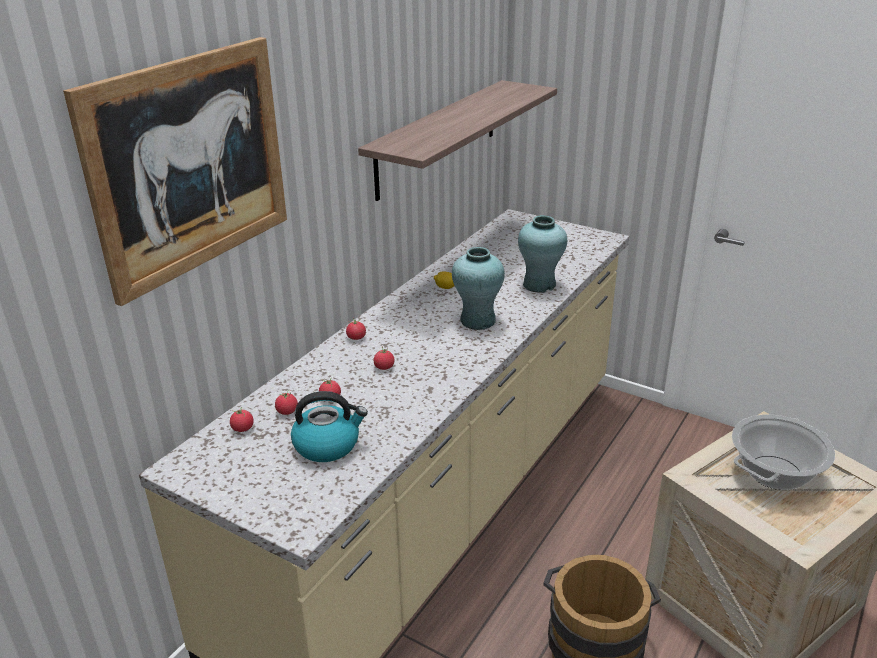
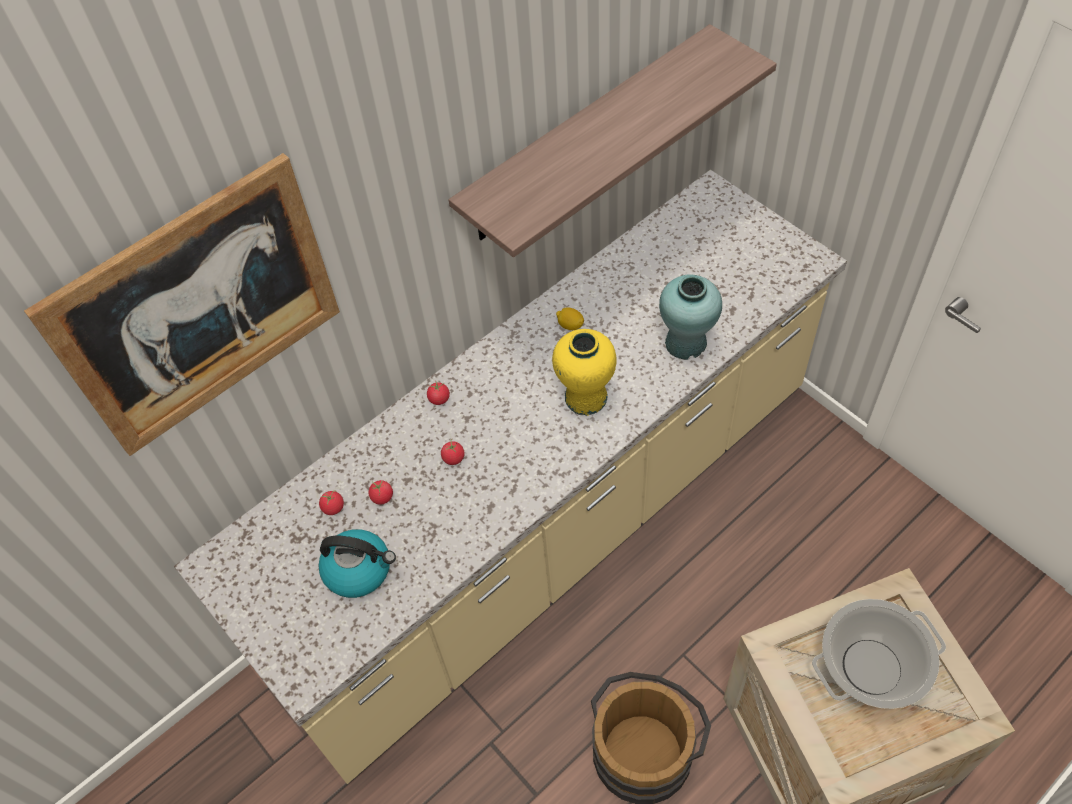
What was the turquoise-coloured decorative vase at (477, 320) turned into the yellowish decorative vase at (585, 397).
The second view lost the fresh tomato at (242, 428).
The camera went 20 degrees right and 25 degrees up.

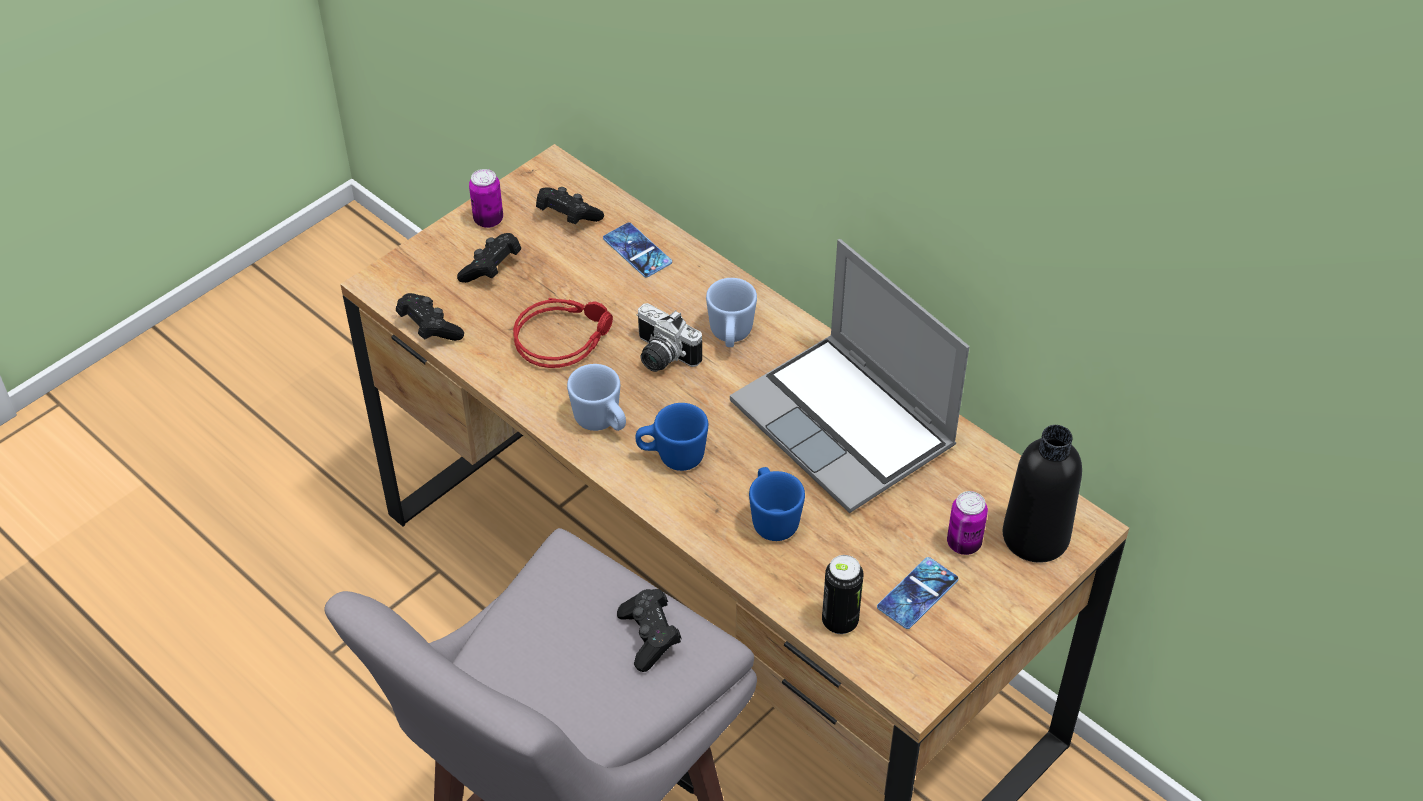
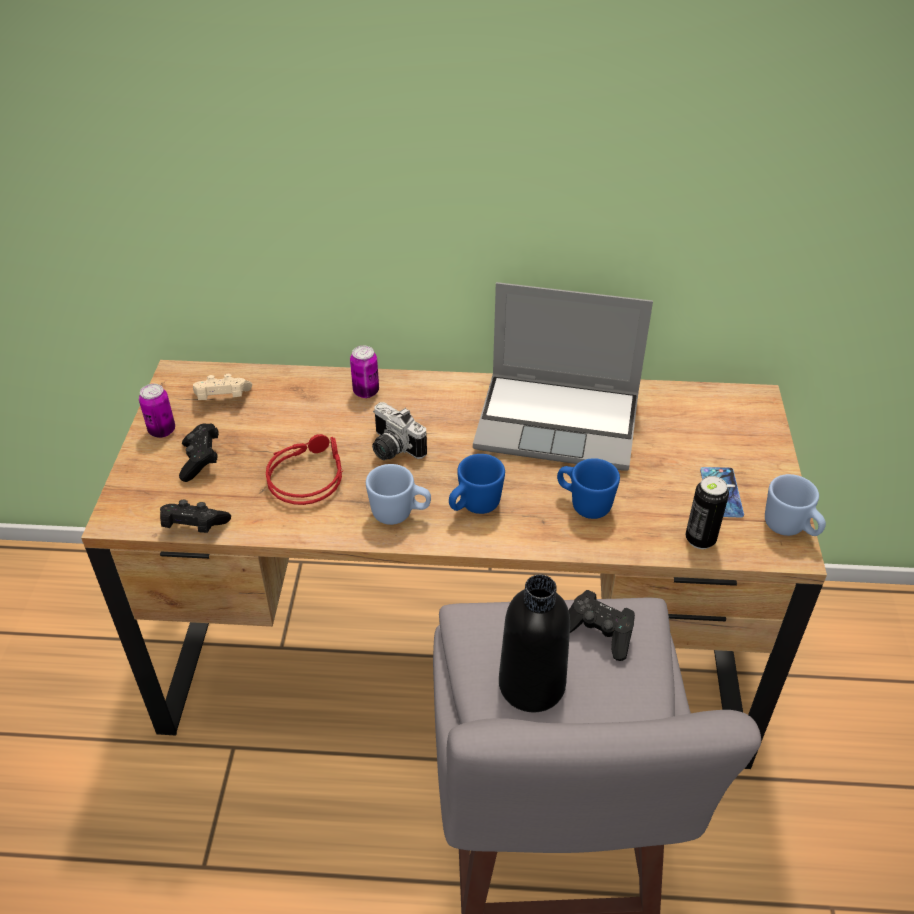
What was the black game controller at (567, 216) turned into the beige game controller at (222, 398).
The second view lost the phone at (637, 250).
The bluish mug ended up elsewhere, having gone from (730, 336) to (790, 529).
The photo camera at (661, 356) ended up facing another way, 45 degrees clockwise from before.
The black beverage bottle ended up elsewhere, having gone from (1035, 537) to (531, 685).
The sealed can ended up elsewhere, having gone from (963, 543) to (366, 391).
The camera went 40 degrees left and 5 degrees down.

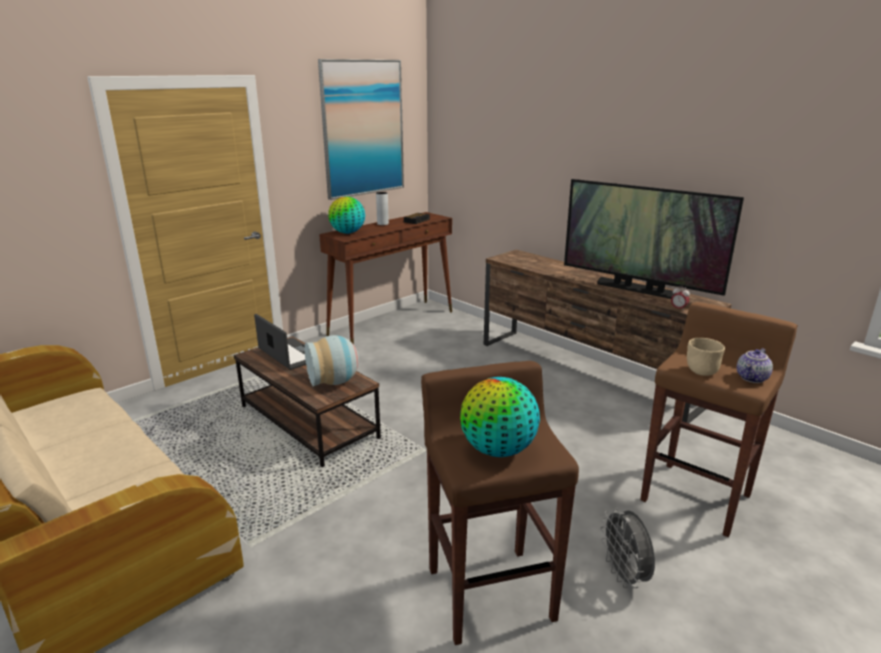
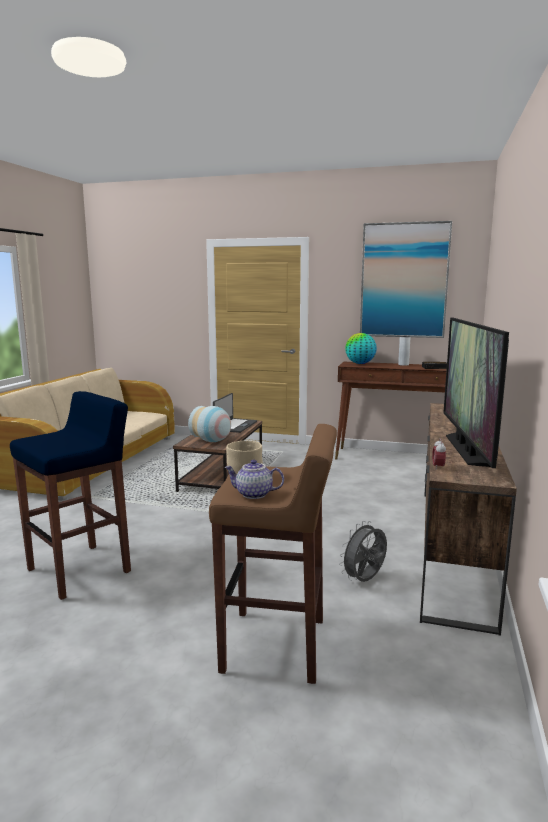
What was the brown stool seat at (490, 592) turned into the bluish stool seat at (81, 570).
The second view lost the world globe at (498, 450).
The grey electric fan ended up elsewhere, having gone from (625, 576) to (364, 581).
The camera went 60 degrees right and 10 degrees down.

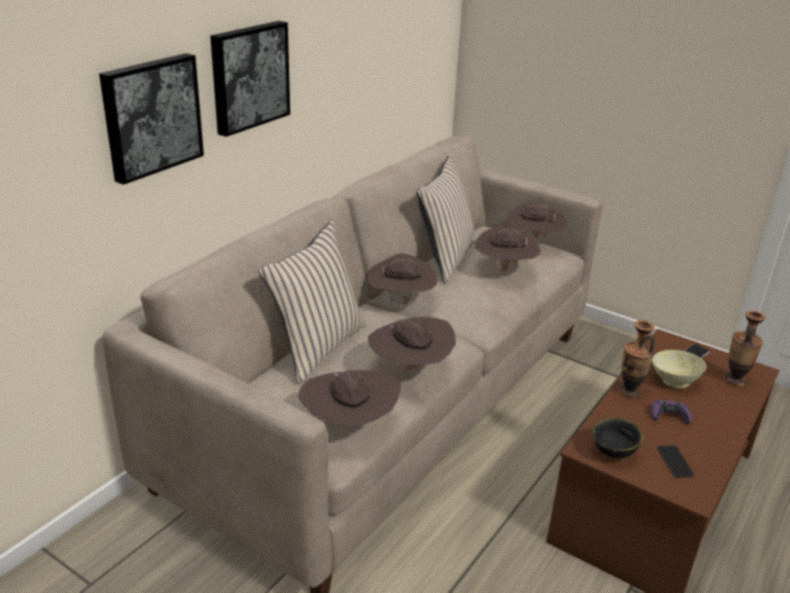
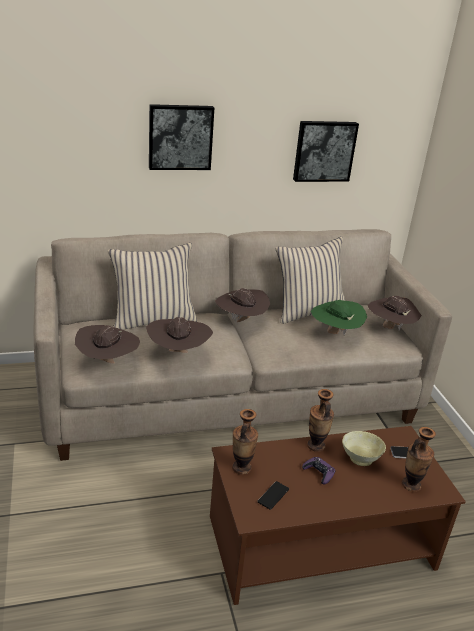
The picture ended up elsewhere, having gone from (151, 116) to (324, 151).
What was the brown clothing hat at (504, 270) turned into the green clothing hat at (335, 333).
Where the black bowl stood at (614, 454), the decorative vase came to stand at (241, 467).
The camera went 40 degrees right and 0 degrees up.

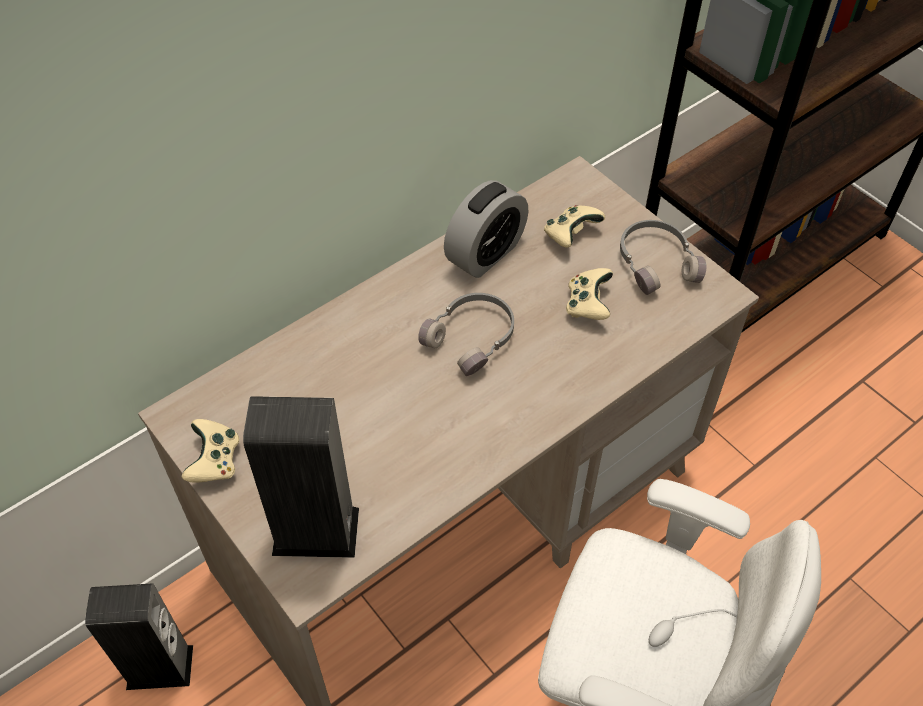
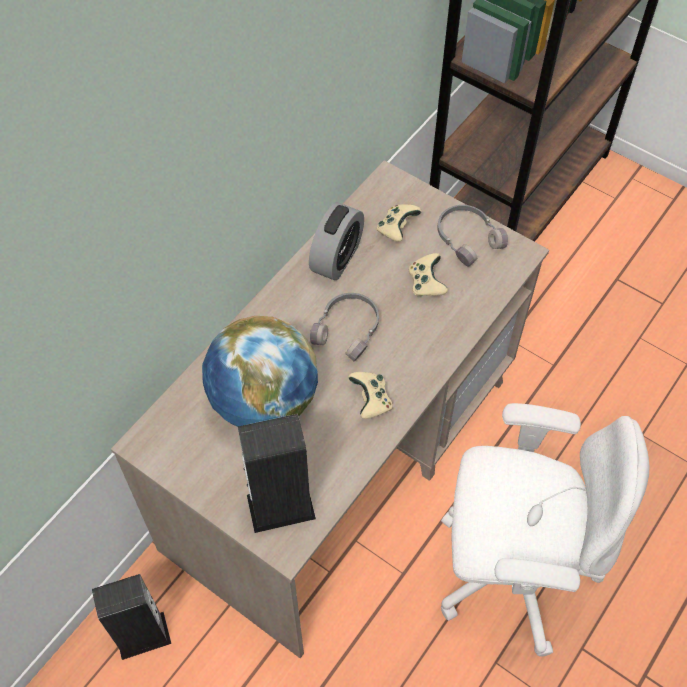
The beige game controller ended up elsewhere, having gone from (215, 462) to (371, 401).
The second view gained the world globe at (263, 402).
The camera went 15 degrees left and 5 degrees up.

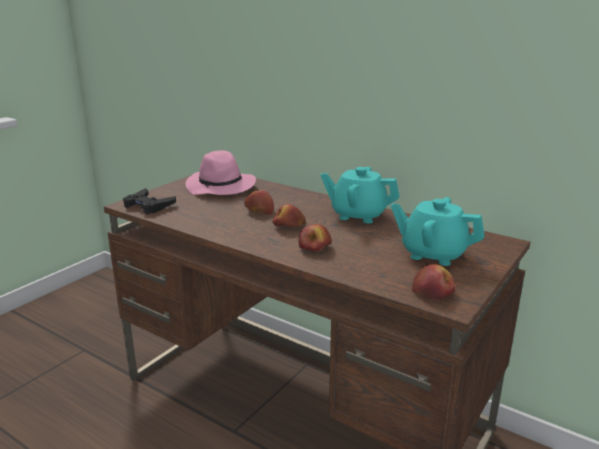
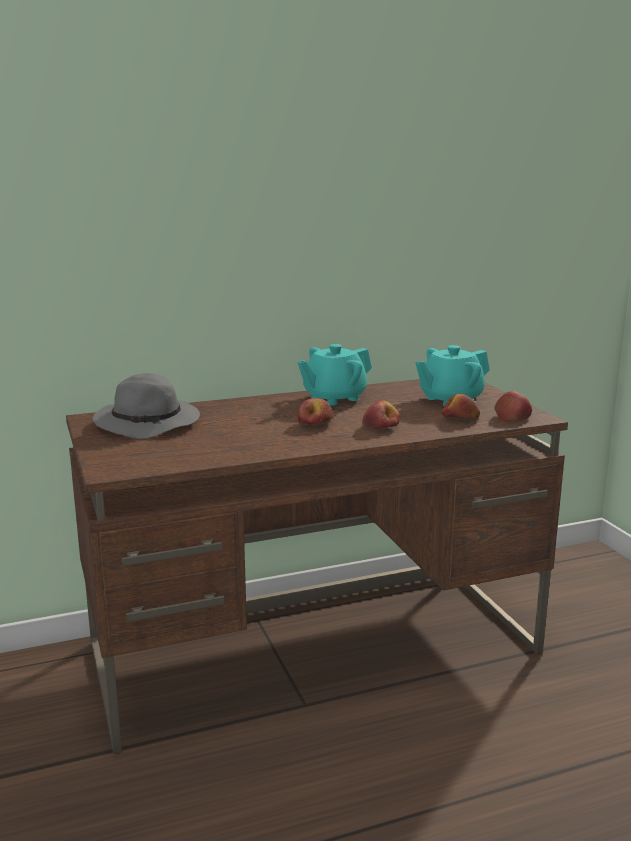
What was the pink clothing hat at (221, 187) turned into the grey clothing hat at (149, 424).
The second view lost the black game controller at (148, 206).
The apple ended up elsewhere, having gone from (259, 211) to (459, 419).
The camera went 55 degrees left and 5 degrees down.

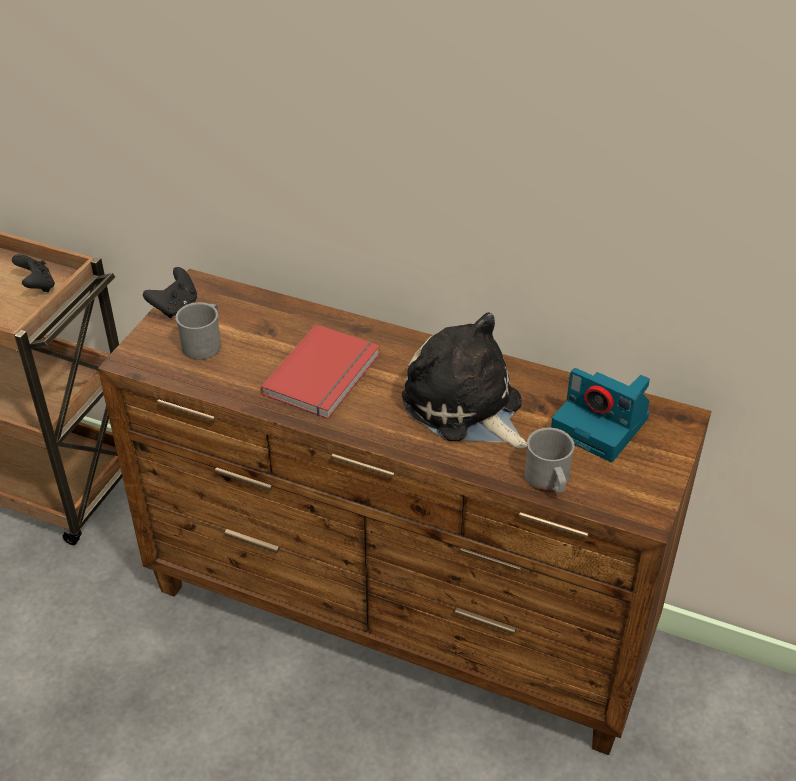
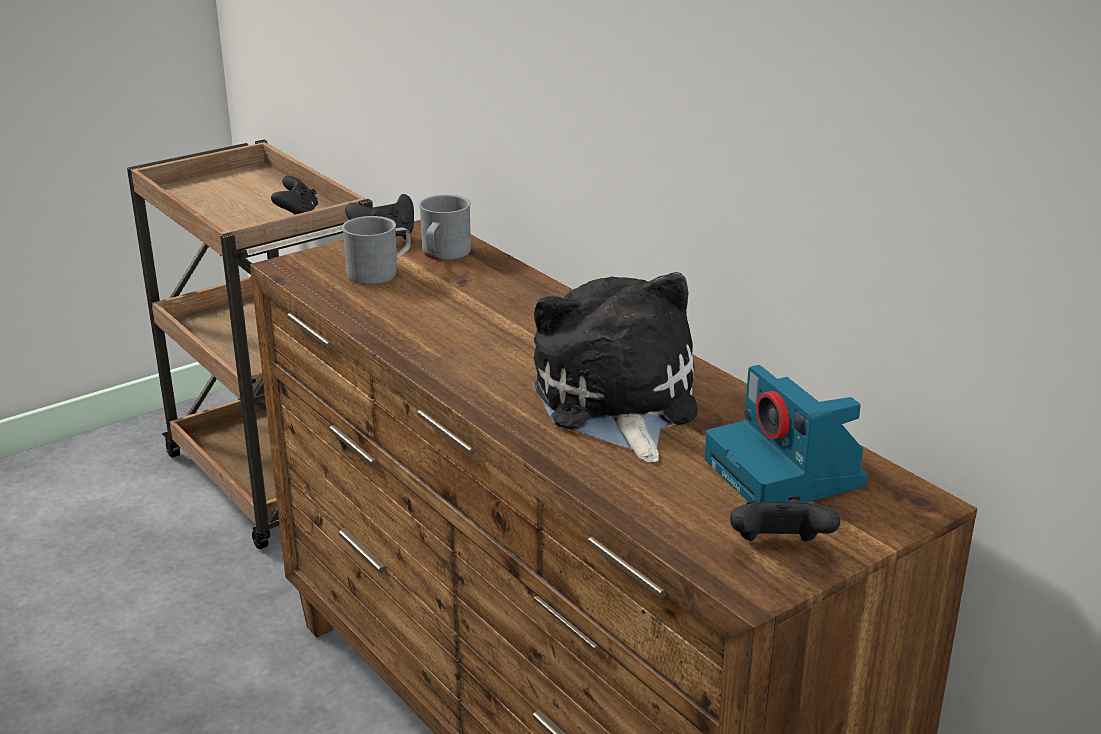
The second view lost the red book at (325, 375).
The grey mug ended up elsewhere, having gone from (549, 482) to (443, 254).
The second view gained the black game controller at (778, 548).
The camera went 30 degrees right and 15 degrees down.

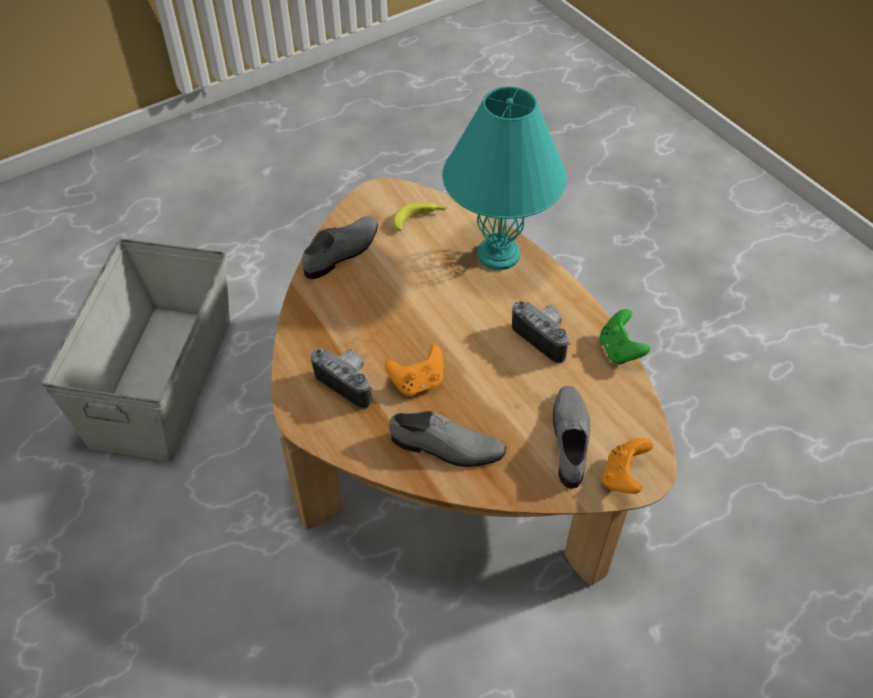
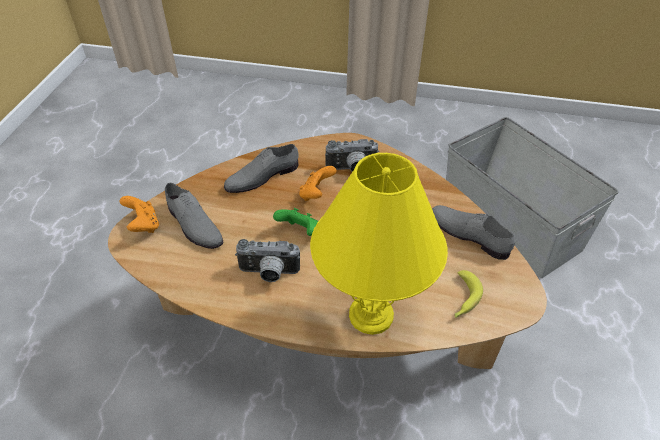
What was the turquoise-coloured table lamp at (499, 254) turned into the yellowish table lamp at (370, 316).
The grey low shoe at (343, 251) ended up facing another way, 135 degrees clockwise from before.
The green game controller ended up elsewhere, having gone from (619, 350) to (300, 232).
The camera went 135 degrees right and 5 degrees down.

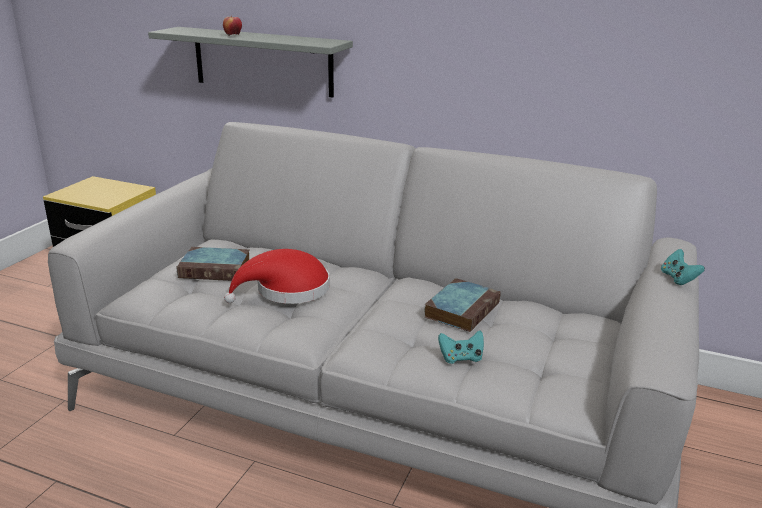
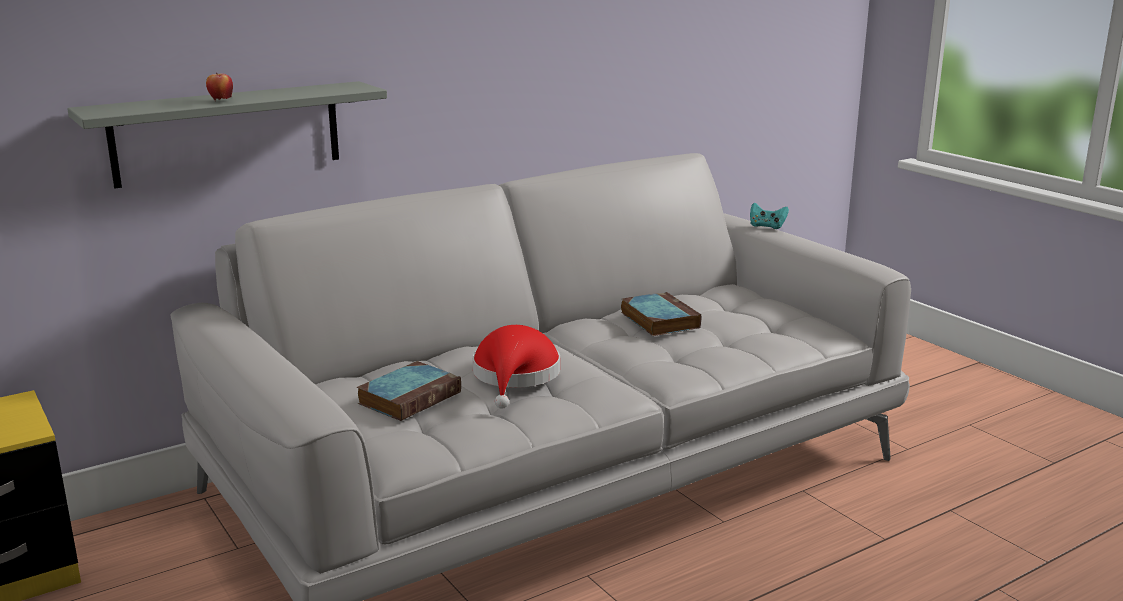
The second view lost the turquoise-coloured game controller at (461, 358).
The camera went 55 degrees left and 5 degrees down.

